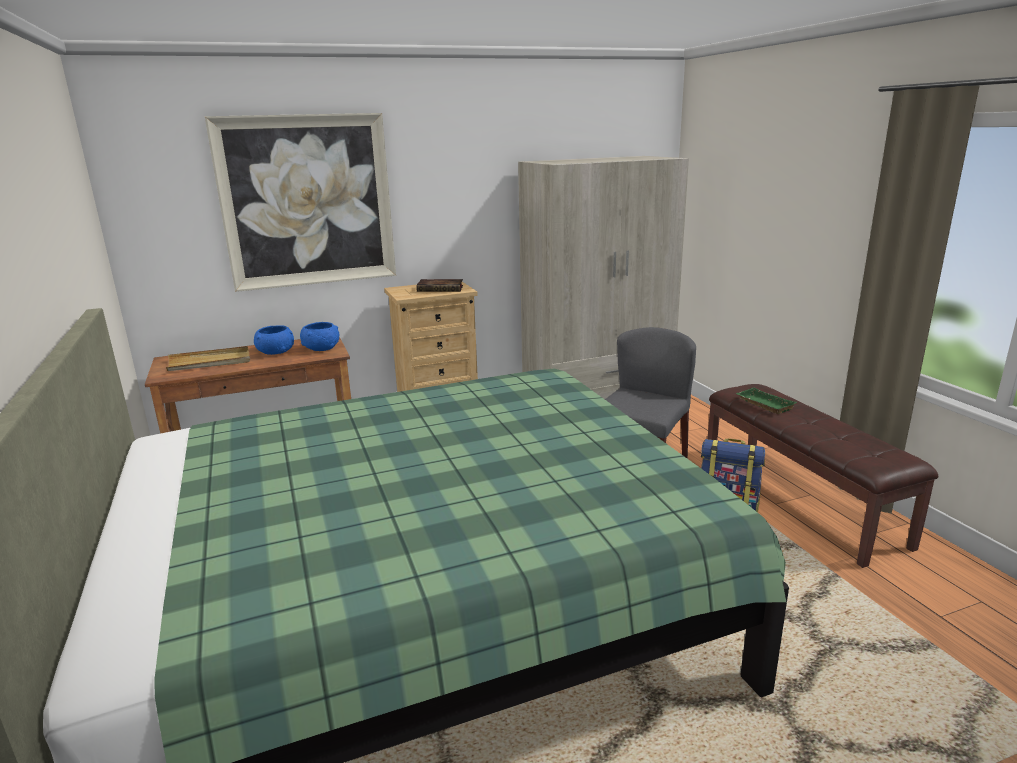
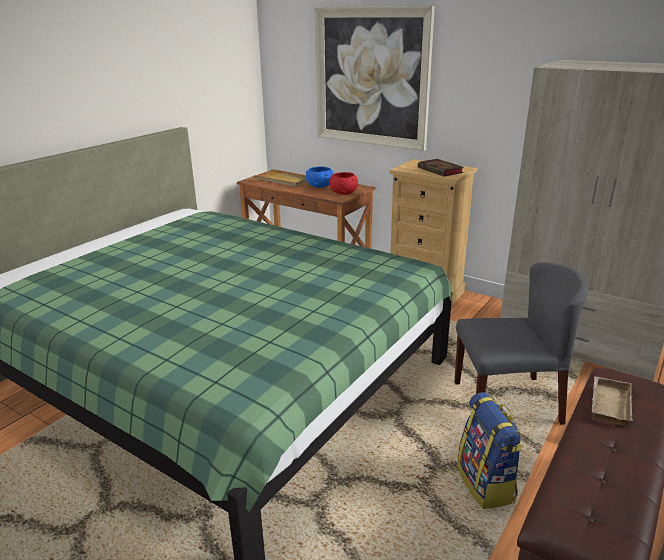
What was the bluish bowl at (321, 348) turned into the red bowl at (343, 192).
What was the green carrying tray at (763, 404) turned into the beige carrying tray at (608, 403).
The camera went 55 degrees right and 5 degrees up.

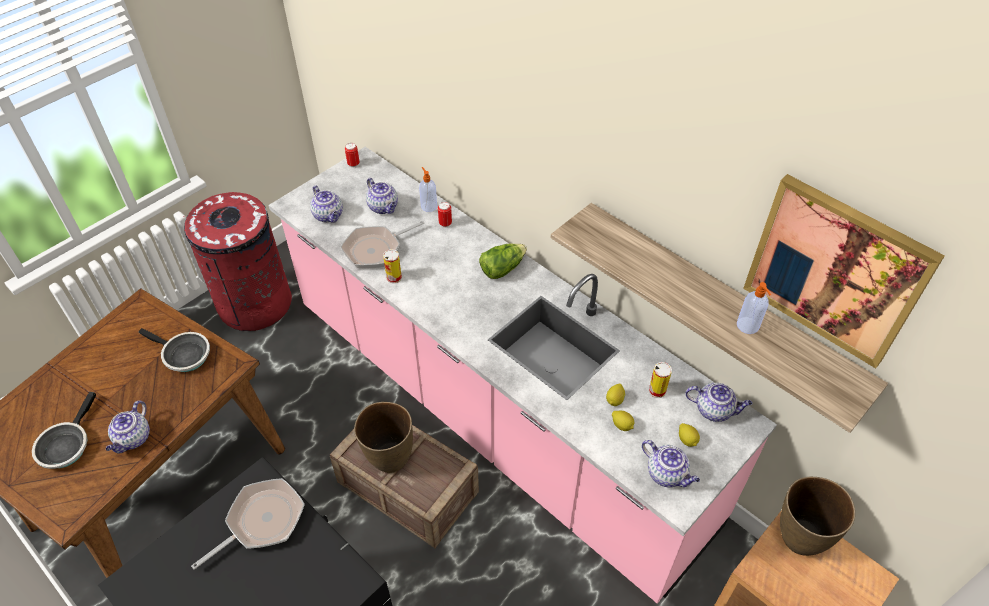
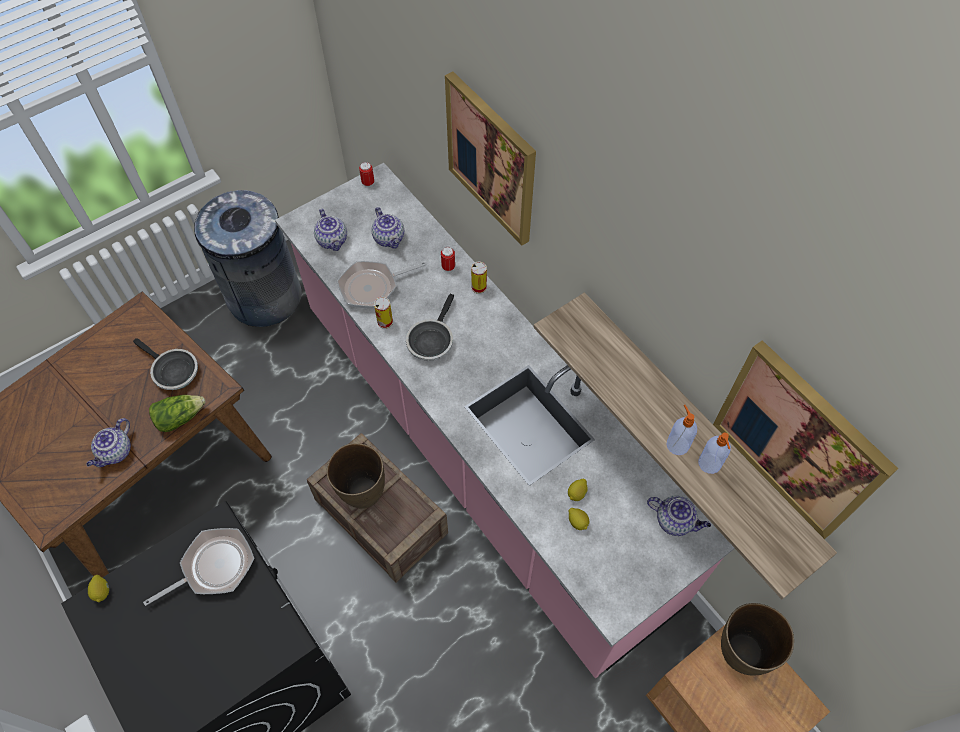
The soap bottle ended up elsewhere, having gone from (428, 206) to (677, 444).
What was the red waste bin at (254, 303) turned into the grey waste bin at (264, 297).
The lettuce head ended up elsewhere, having gone from (502, 268) to (179, 417).
The sealed can ended up elsewhere, having gone from (657, 390) to (479, 287).
The frying pan ended up elsewhere, having gone from (66, 445) to (431, 340).
The whole lemon ended up elsewhere, having gone from (687, 440) to (102, 591).
The second view lost the pot for tea at (667, 474).
The second view gained the picture at (492, 159).
The camera went 10 degrees right and 10 degrees up.

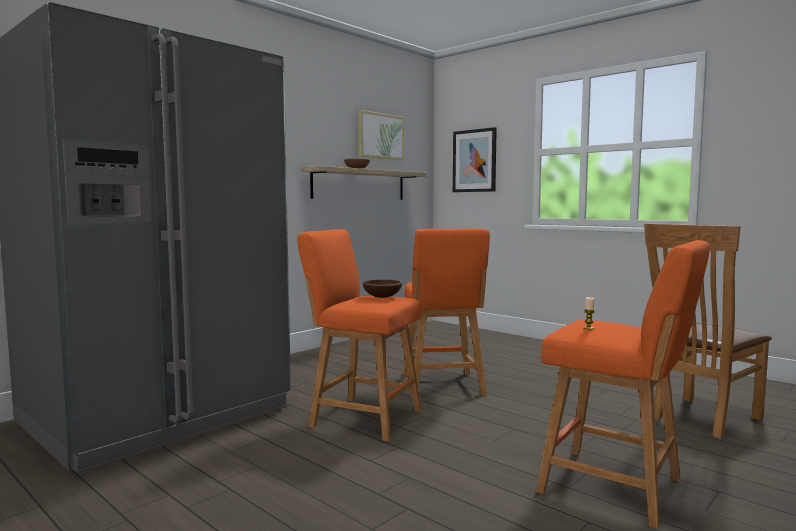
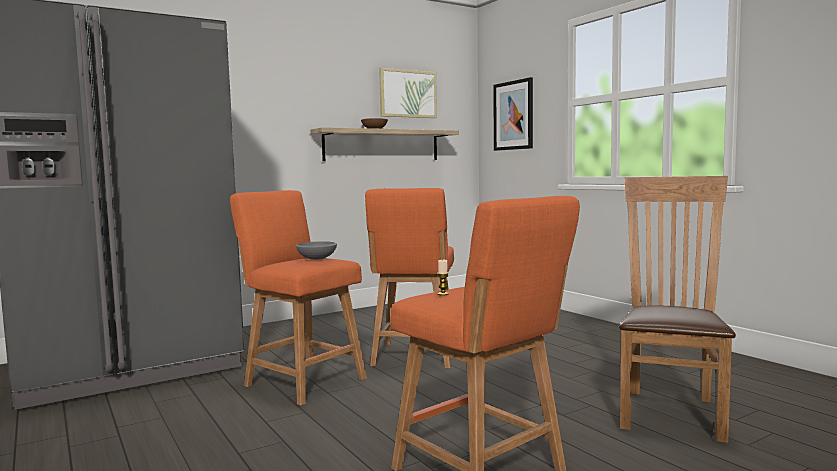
The brown chair at (701, 418) ended up facing another way, 135 degrees clockwise from before.
What was the brown bowl at (382, 296) turned into the grey bowl at (316, 258).
The camera went 15 degrees right and 0 degrees up.

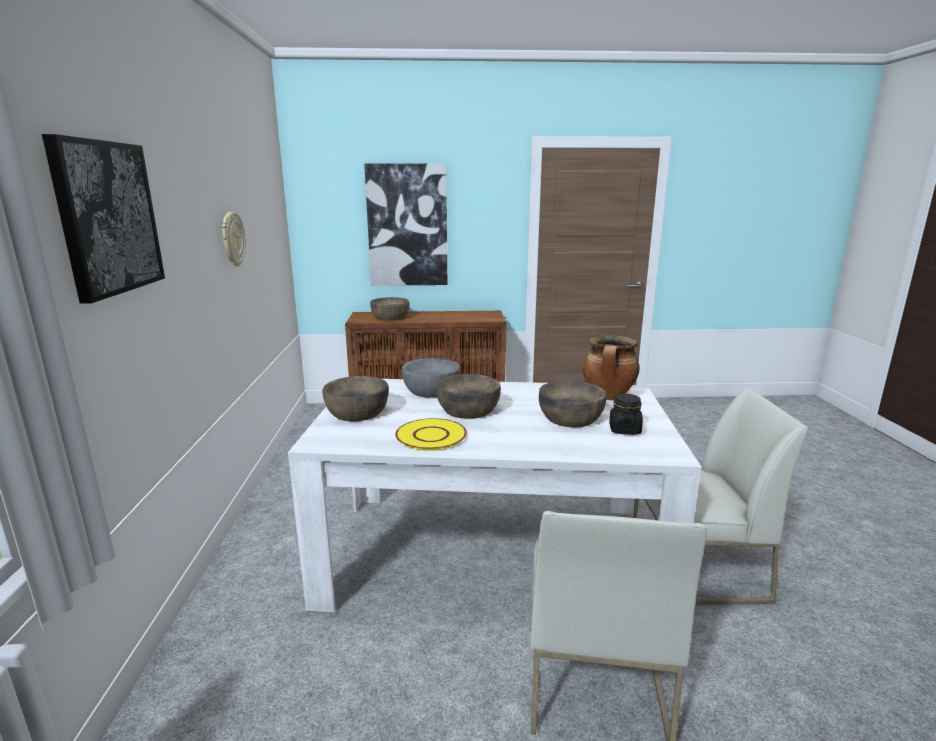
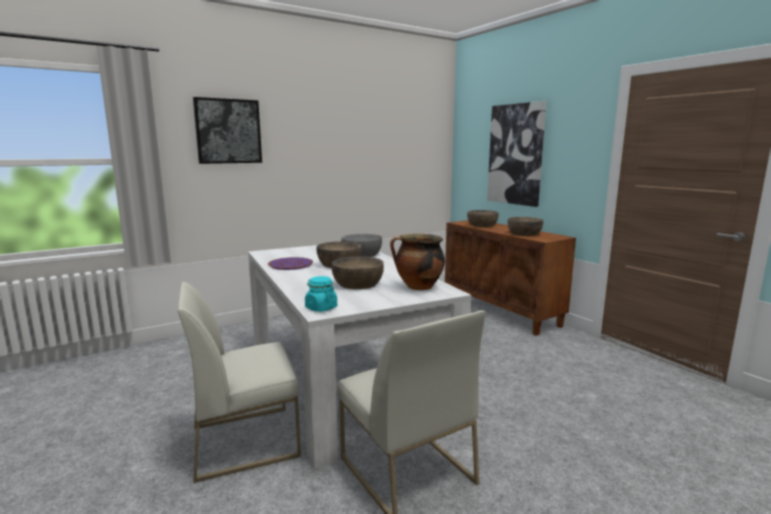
The second view lost the hanging clock at (232, 239).
The brown bowl ended up elsewhere, having gone from (357, 412) to (524, 233).
The second view lost the black storage jar at (624, 430).
What was the yellowish flat dish at (430, 435) turned into the purplish flat dish at (290, 264).
The second view gained the turquoise-coloured storage jar at (321, 308).
The camera went 60 degrees right and 5 degrees down.

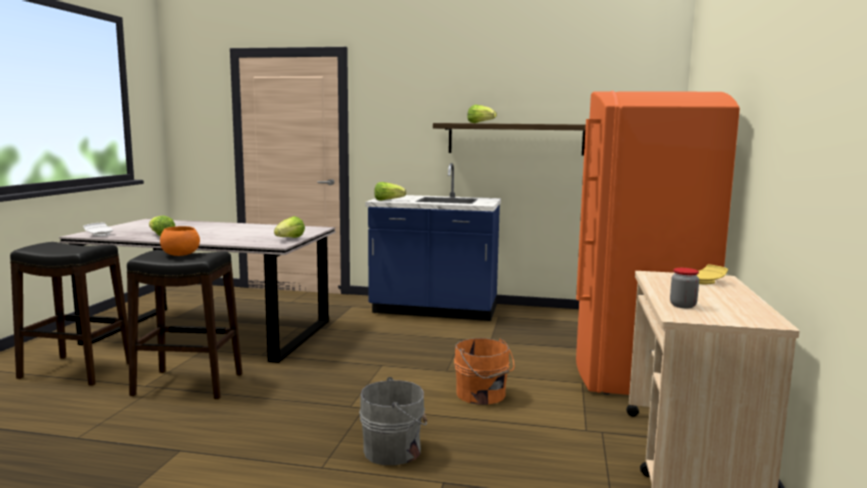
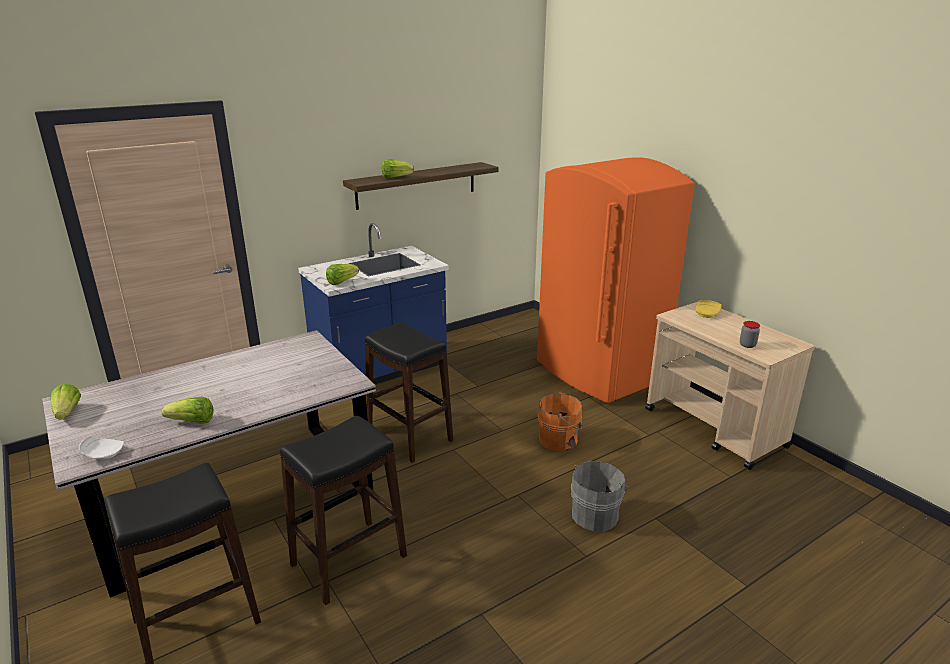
The lettuce head ended up elsewhere, having gone from (290, 239) to (67, 413).
The second view lost the orange-coloured bowl at (180, 255).
The second view gained the black stool seat at (410, 436).
The camera went 45 degrees left and 15 degrees up.

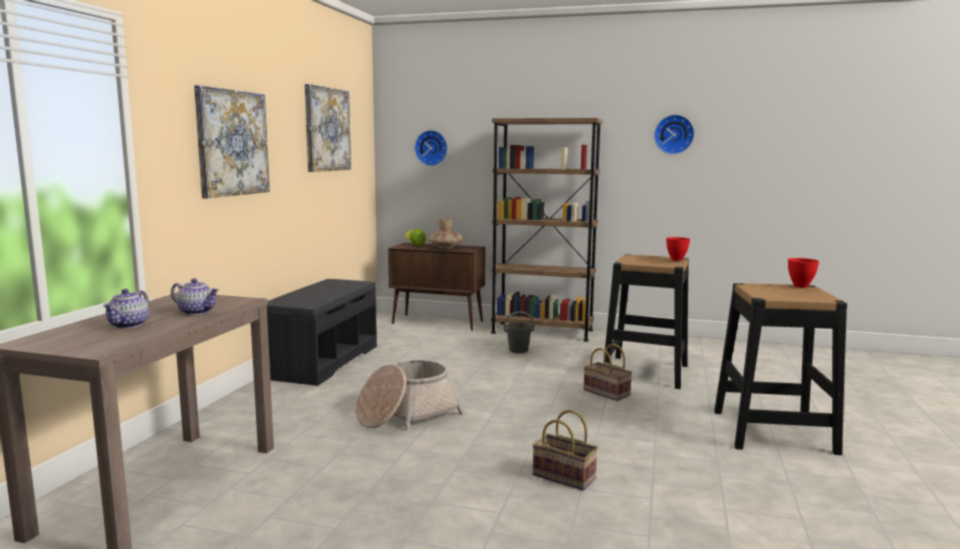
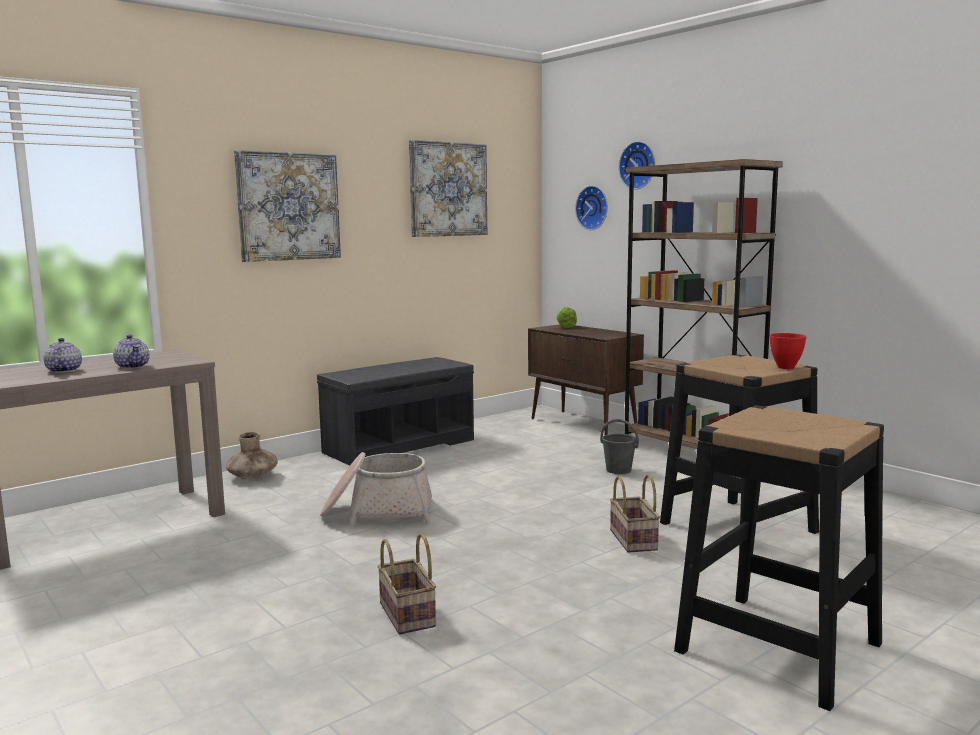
The hanging clock ended up elsewhere, having gone from (674, 134) to (639, 165).
The brown decorative vase ended up elsewhere, having gone from (446, 248) to (252, 477).
The second view lost the red bowl at (801, 286).
The pot for tea at (129, 325) ended up facing another way, 120 degrees clockwise from before.
The camera went 35 degrees right and 0 degrees up.

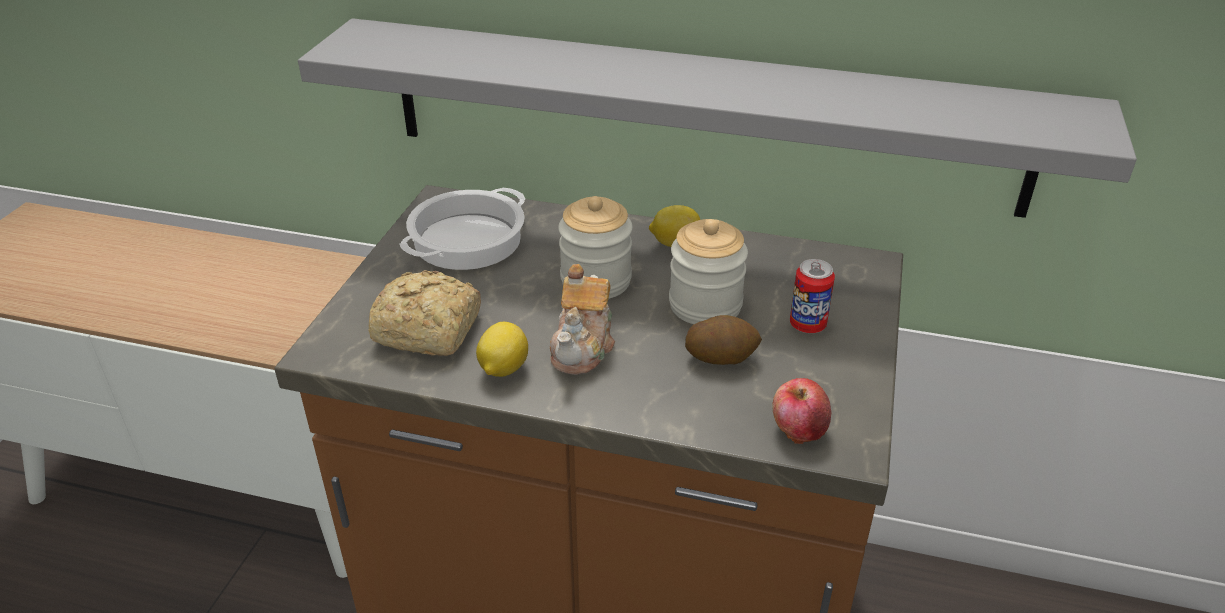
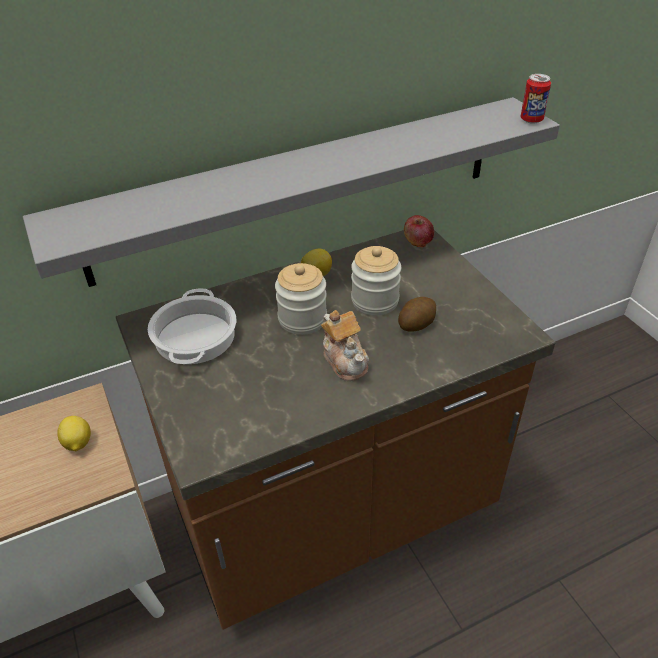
The sealed can ended up elsewhere, having gone from (807, 325) to (531, 120).
The second view lost the bakery bread at (429, 331).
The whole lemon ended up elsewhere, having gone from (502, 369) to (77, 443).
The apple ended up elsewhere, having gone from (798, 429) to (417, 241).
The camera went 40 degrees left and 5 degrees up.

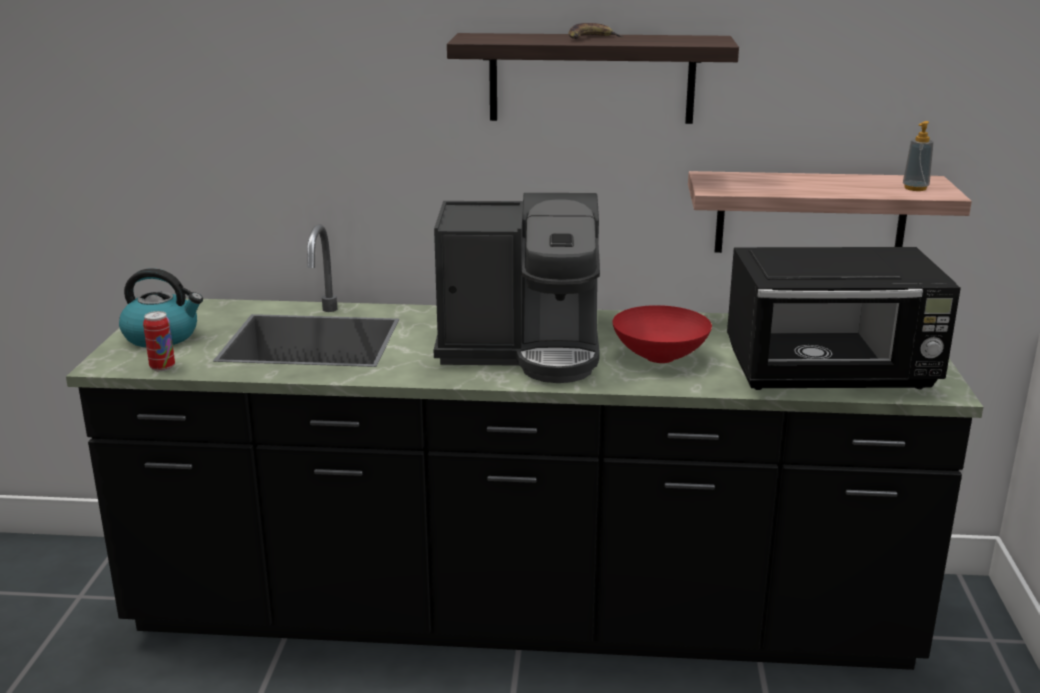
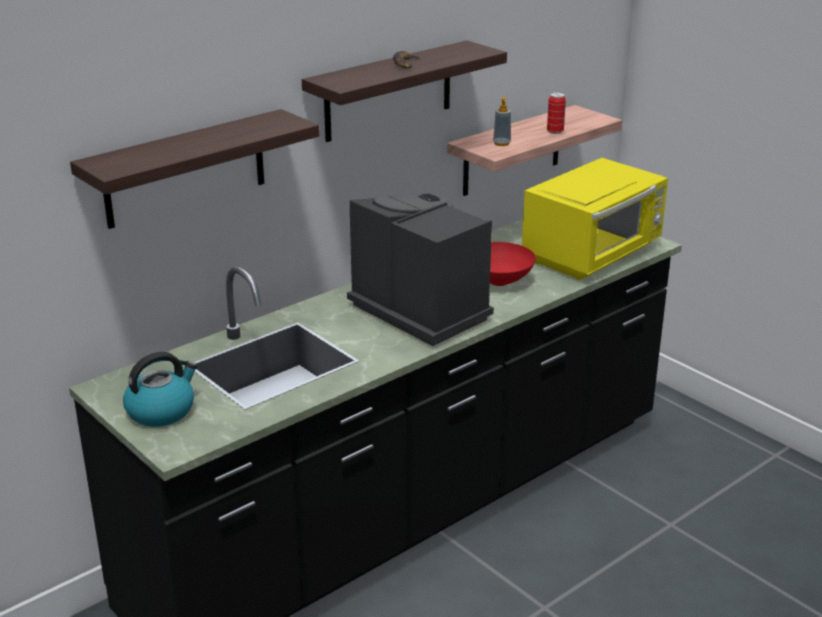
The soap bottle ended up elsewhere, having gone from (915, 188) to (501, 143).
The coffee maker at (523, 350) ended up facing another way, 90 degrees counterclockwise from before.
What was the black microwave oven at (831, 374) turned into the yellowish microwave oven at (593, 254).
The sealed can ended up elsewhere, having gone from (162, 367) to (555, 131).
The second view gained the shelf at (185, 169).
The camera went 45 degrees left and 5 degrees up.

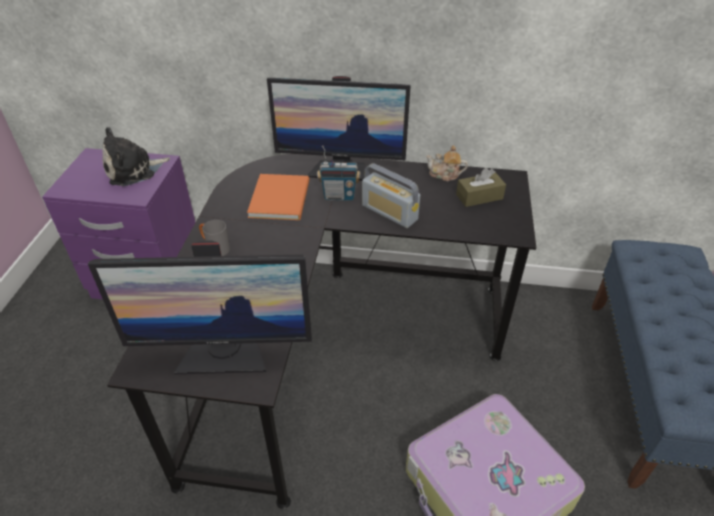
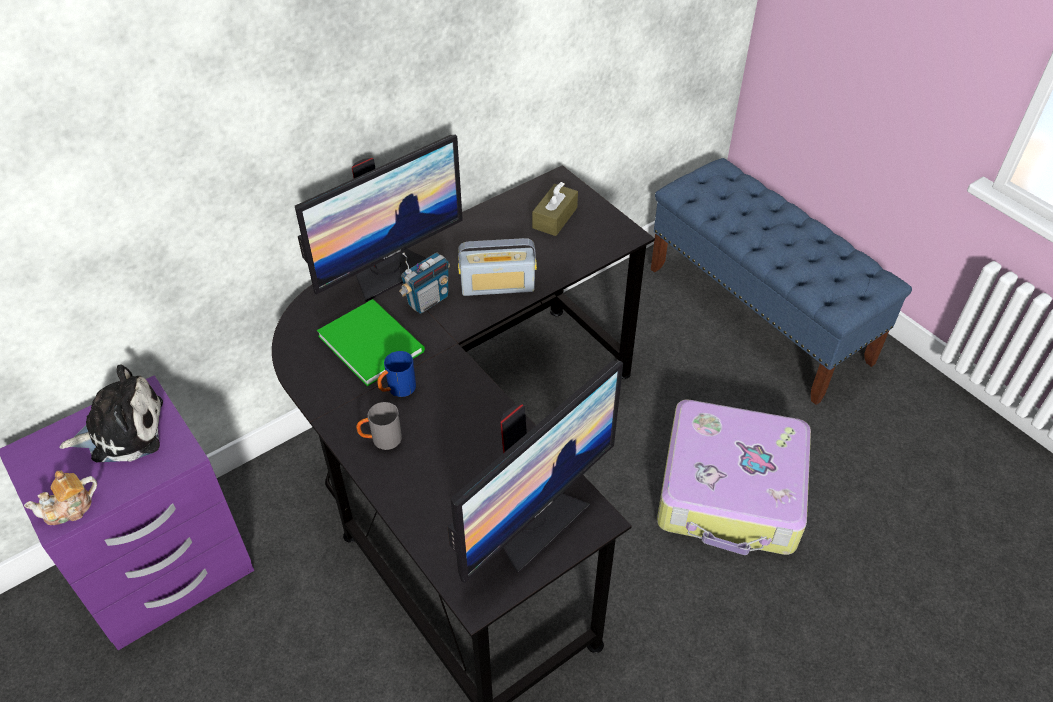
The soft toy at (133, 170) ended up facing another way, 120 degrees counterclockwise from before.
The pot for tea ended up elsewhere, having gone from (444, 175) to (70, 509).
What was the orange-coloured book at (282, 197) turned into the green book at (371, 341).
The second view gained the bluish mug at (397, 390).
The camera went 45 degrees left and 5 degrees up.

